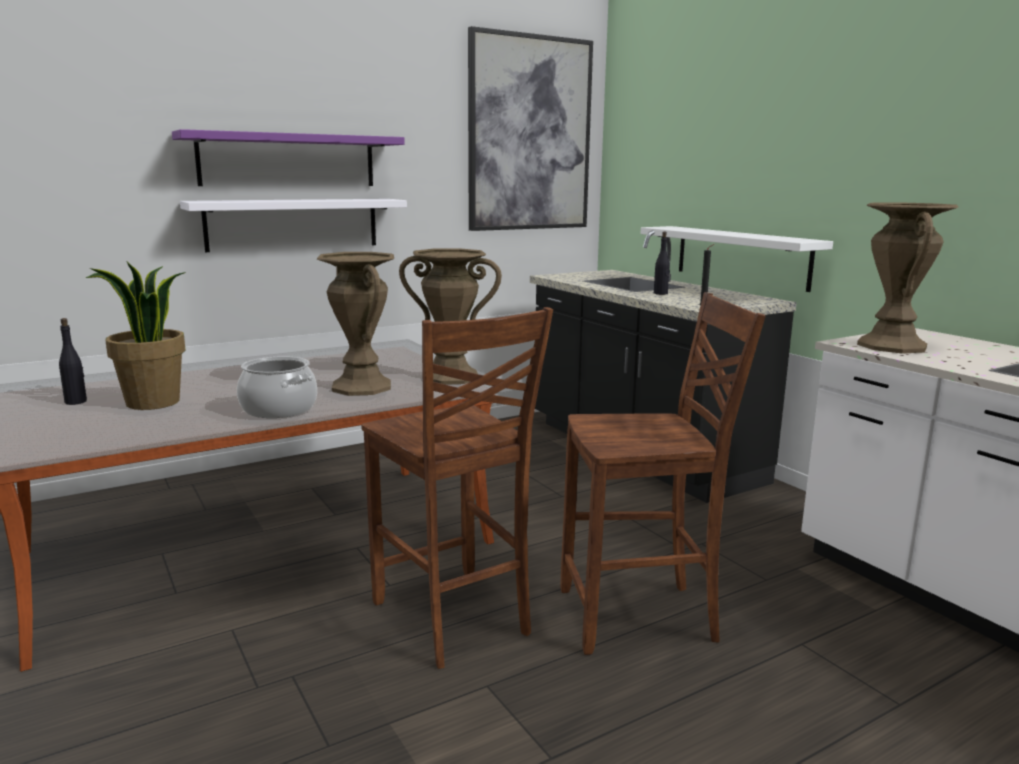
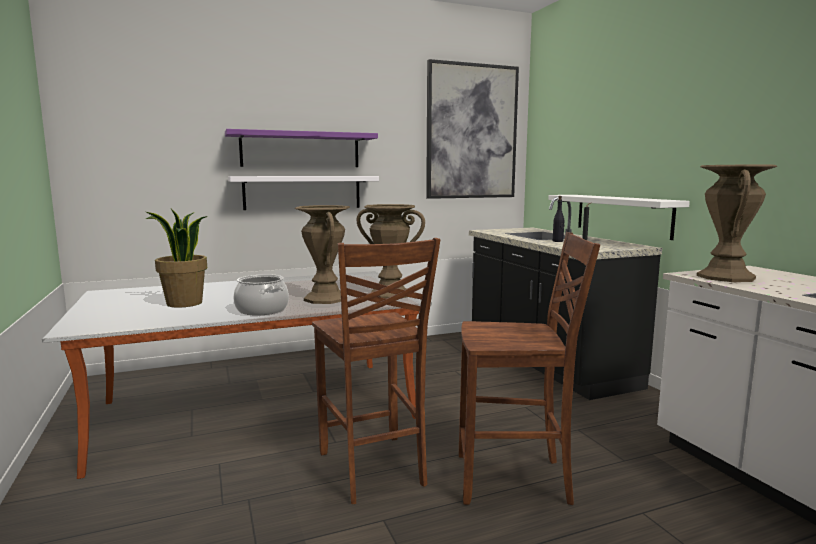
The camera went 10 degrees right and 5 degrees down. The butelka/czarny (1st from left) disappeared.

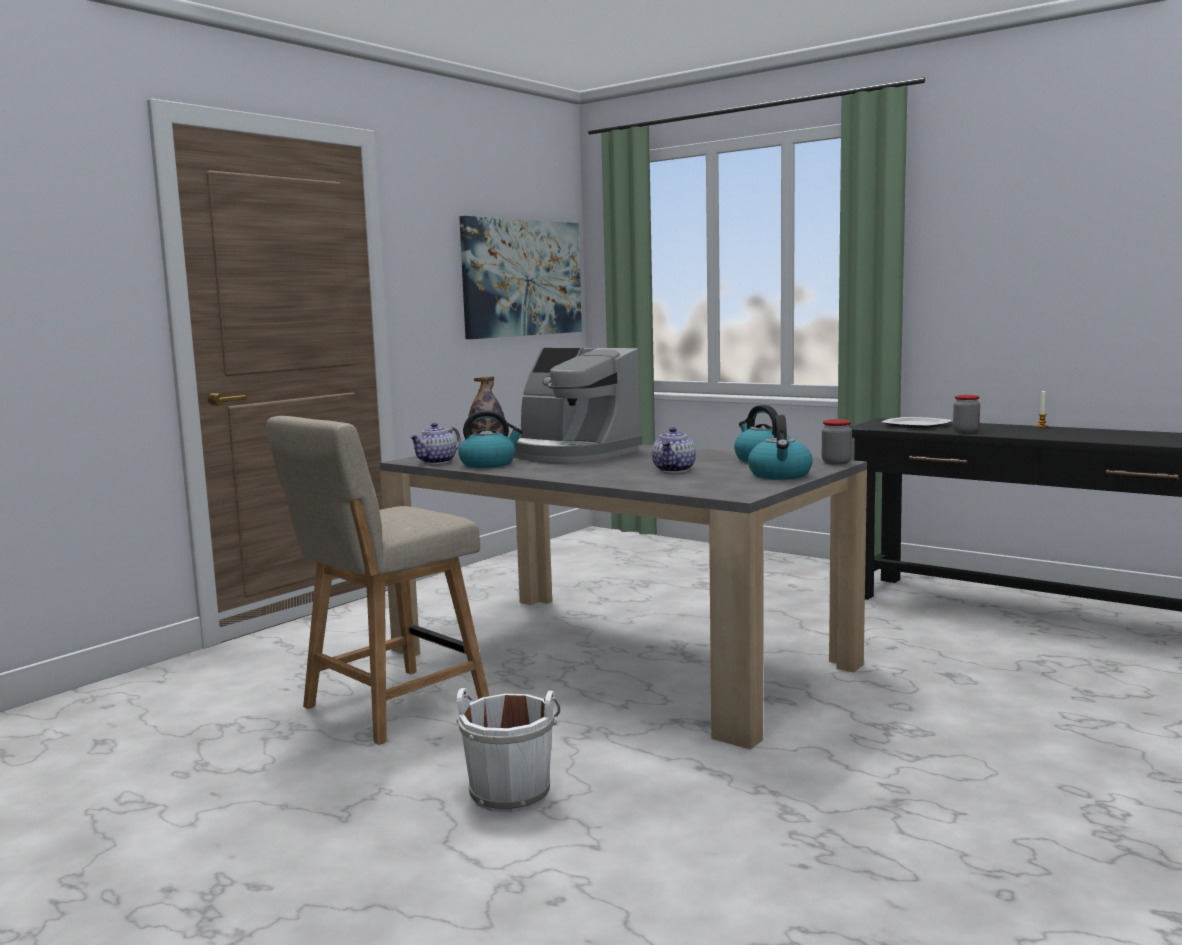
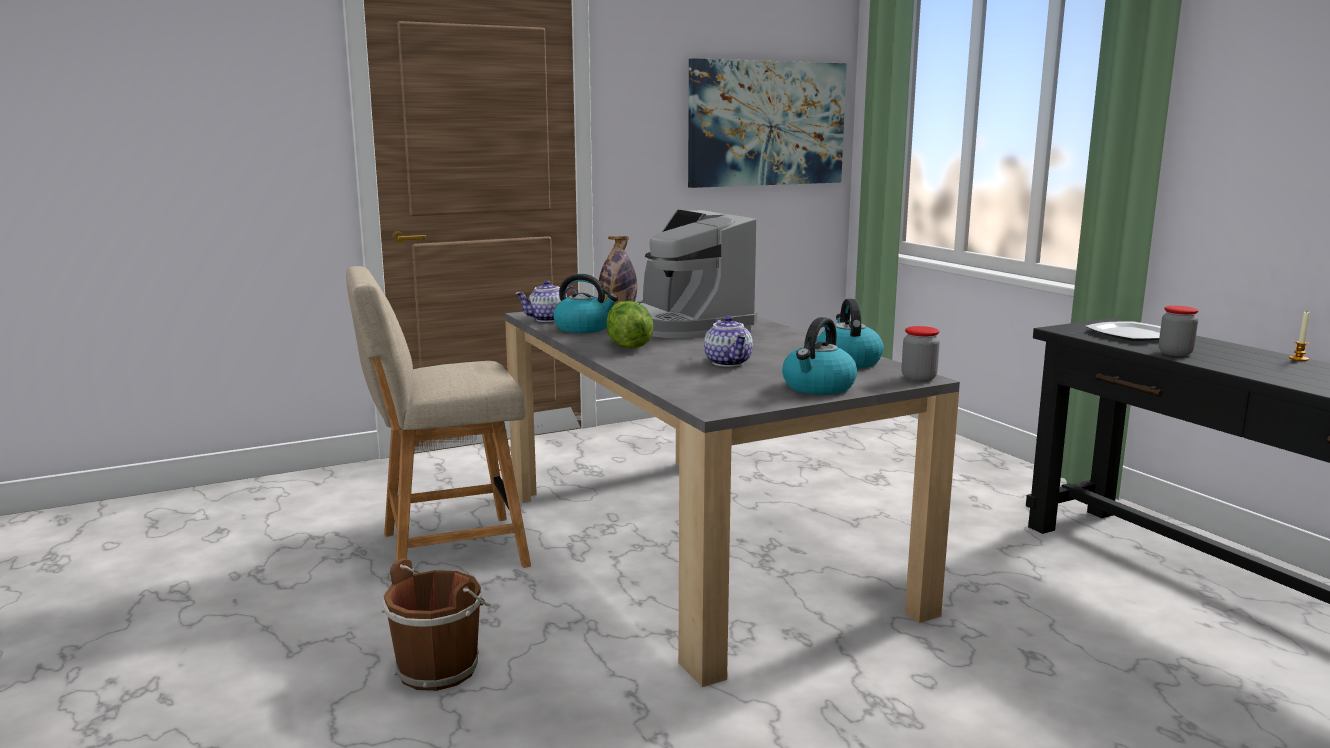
The camera went 25 degrees right and 5 degrees up. The imbryk (2nd from left) turned 60 degrees counterclockwise. The wiadro/biały became the wiadro/brązowy. The sałata appeared.

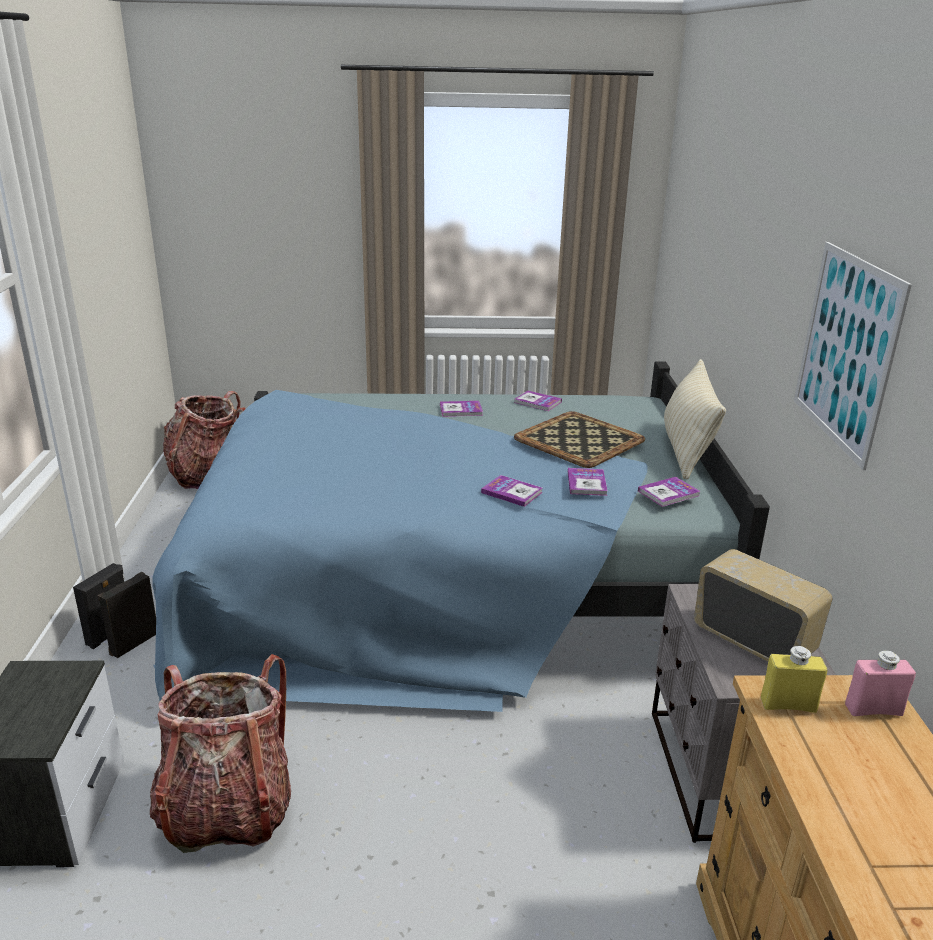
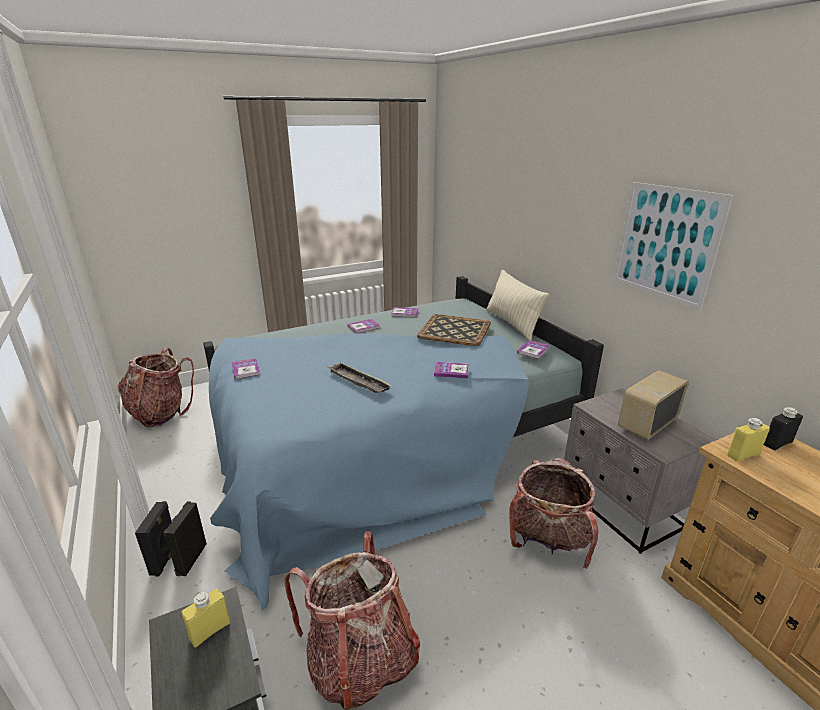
The camera went 25 degrees left and 0 degrees up. The książka (4th from left in the first image) moved. The radio turned 60 degrees counterclockwise. The butelka/różowy became the butelka/czarny. The taca (1st from left) appeared. The plecak (3rd from left) appeared. The butelka/żółty (1st from left) appeared.

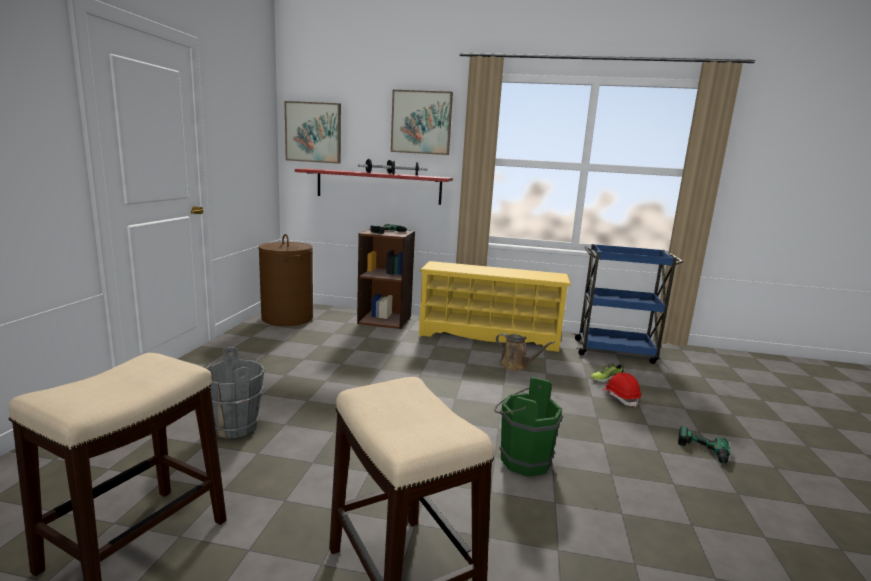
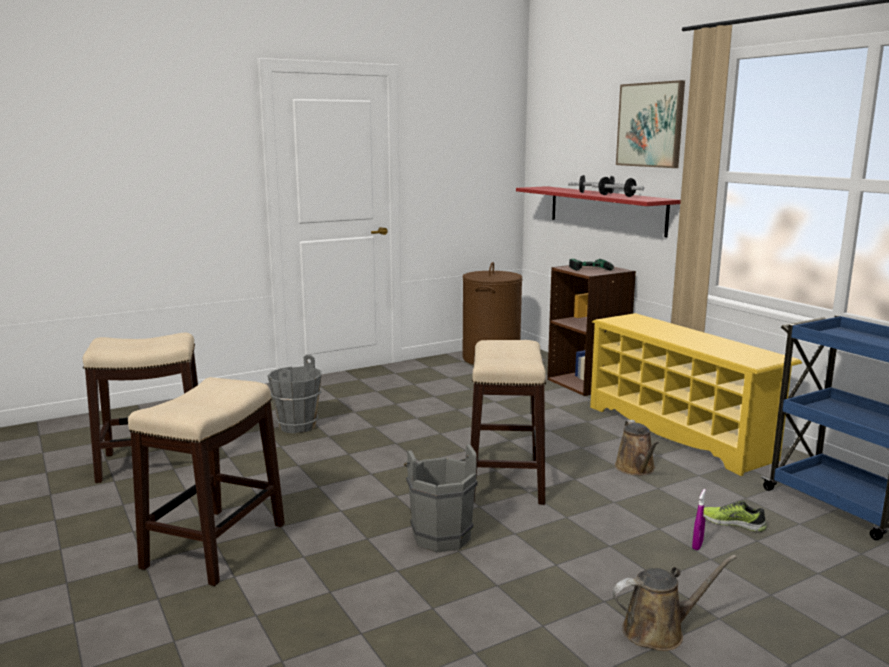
The camera went 50 degrees right and 0 degrees up. The obraz (1st from left) disappeared. The kask/czerwony was replaced by the spryskiwacz/fioletowy. The wiadro/zielony became the wiadro/szary (2nd from left). The wiertarka (2nd from left) was replaced by the konewka/brązowy (2nd from left). The stołek (3rd from left) appeared.

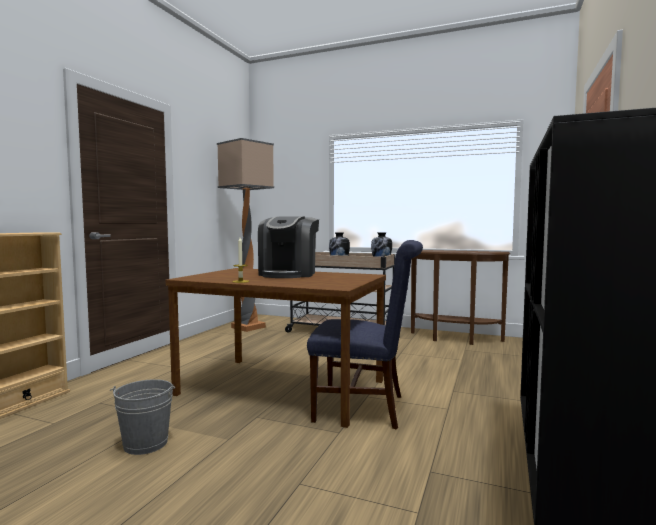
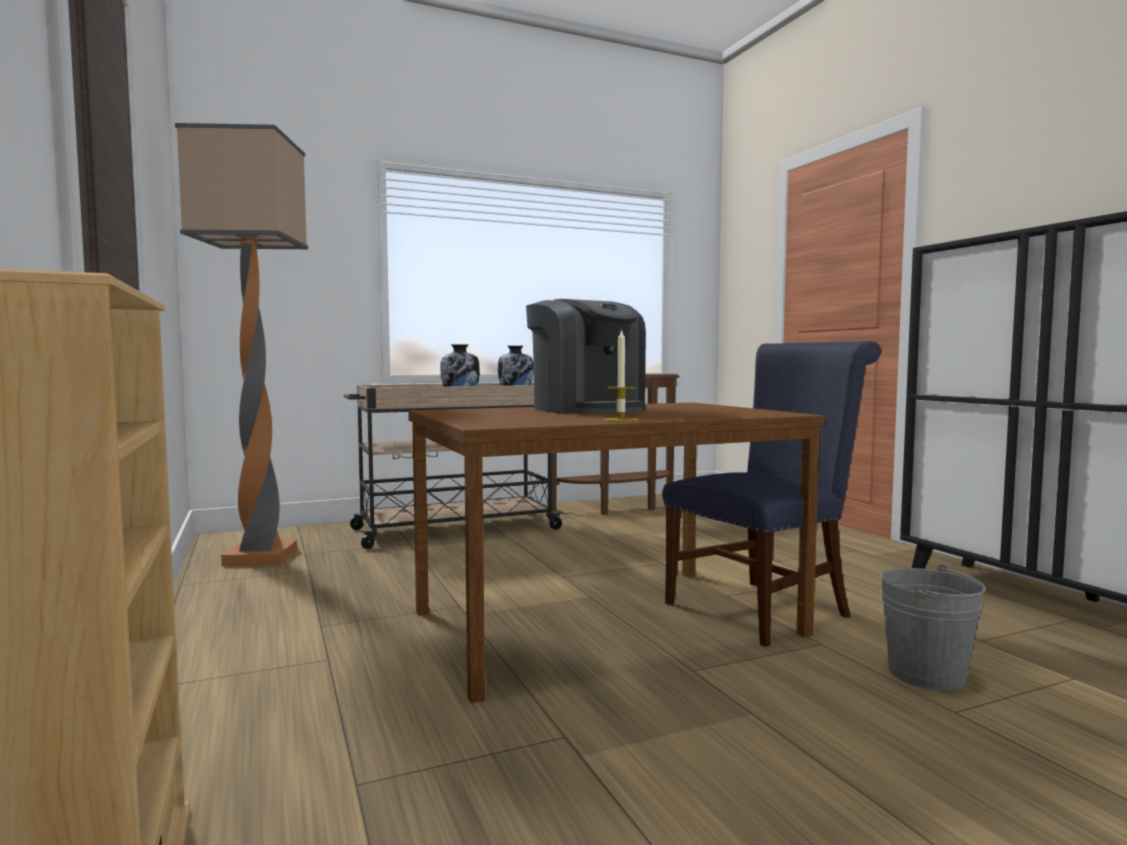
The camera went 45 degrees left and 0 degrees up. The wiadro/szary moved.

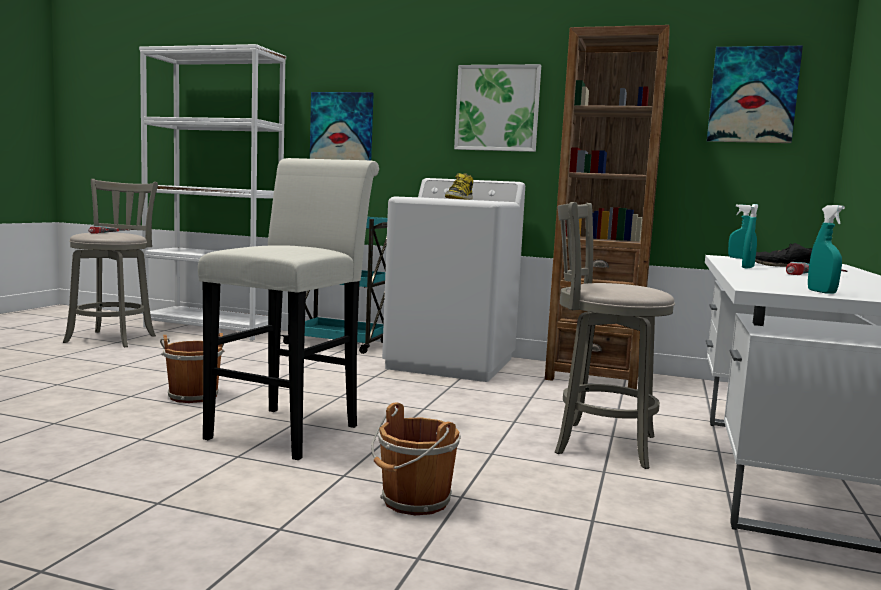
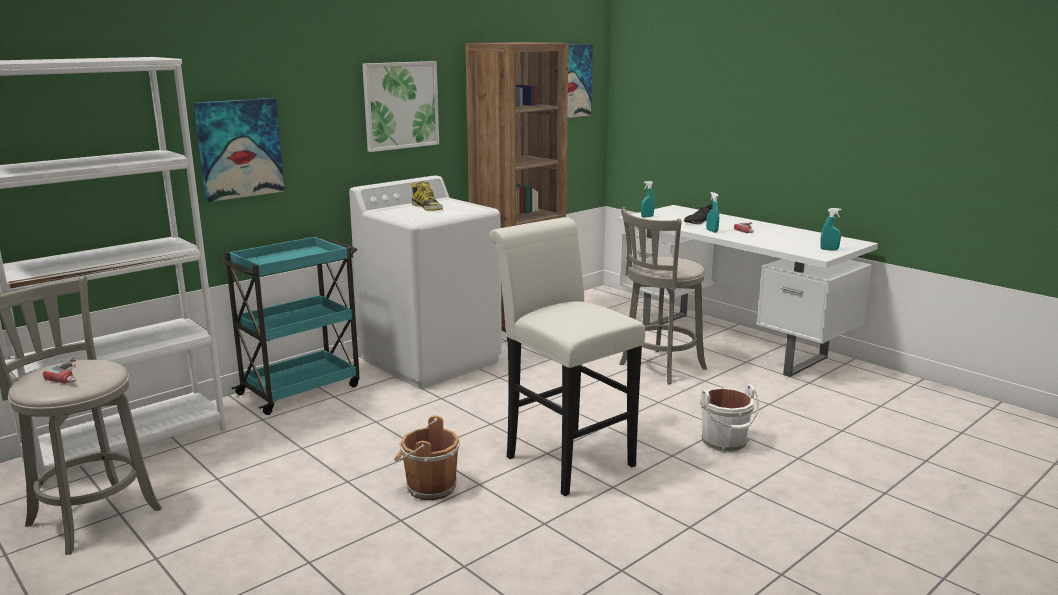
The camera went 60 degrees left and 10 degrees up. The wiadro/brązowy (2nd from left) became the wiadro/biały.

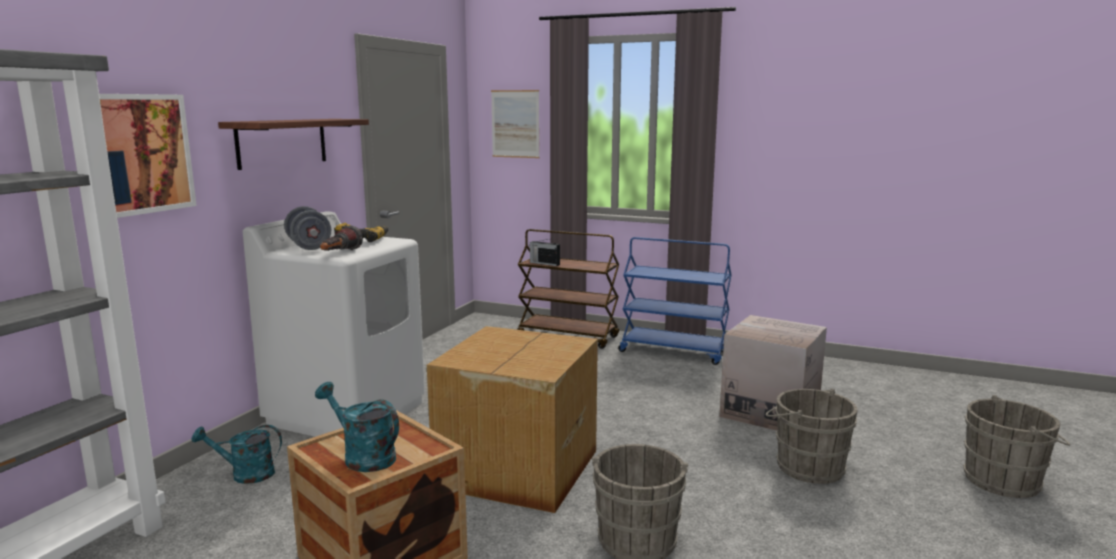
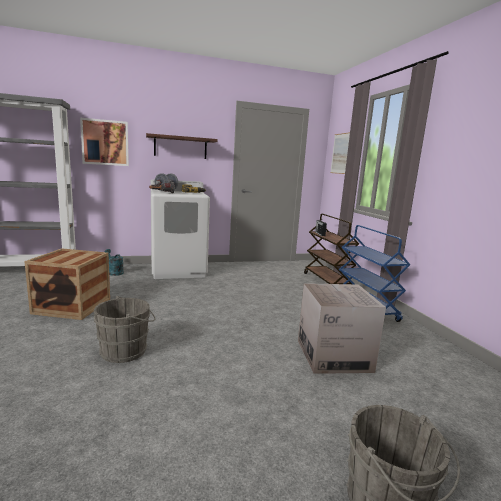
The camera went 50 degrees right and 0 degrees up. The karton (1st from left) disappeared. The konewka/turkusowy (2nd from left) disappeared. The wiadro/szary (2nd from left) disappeared.

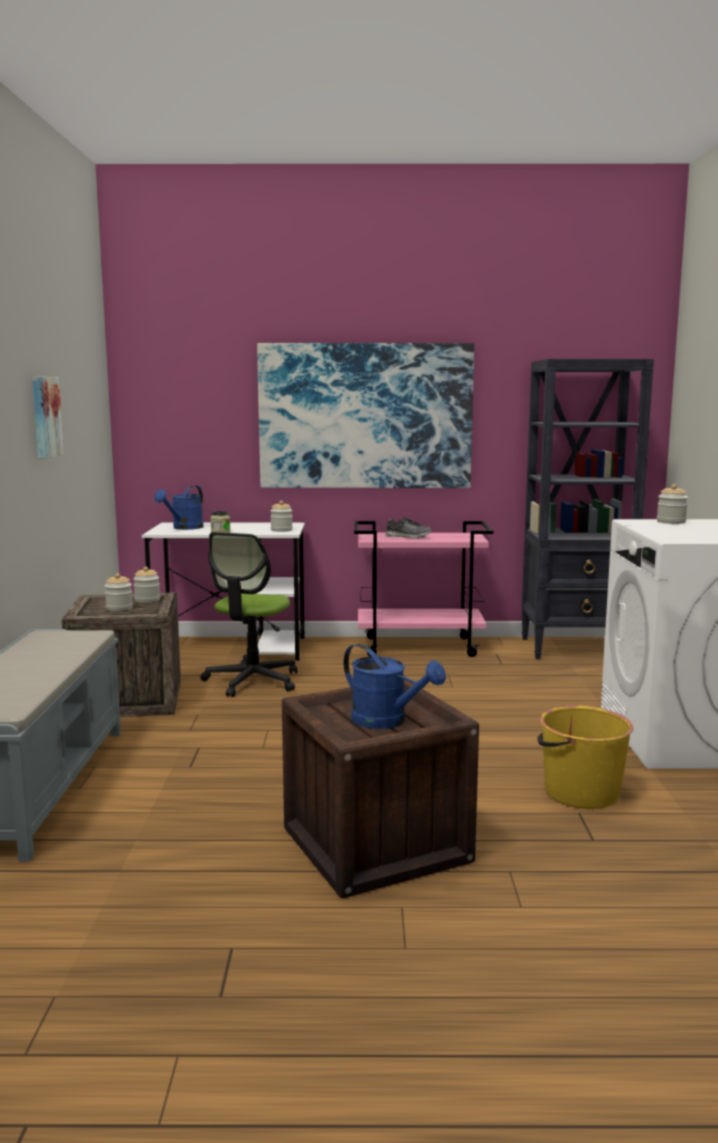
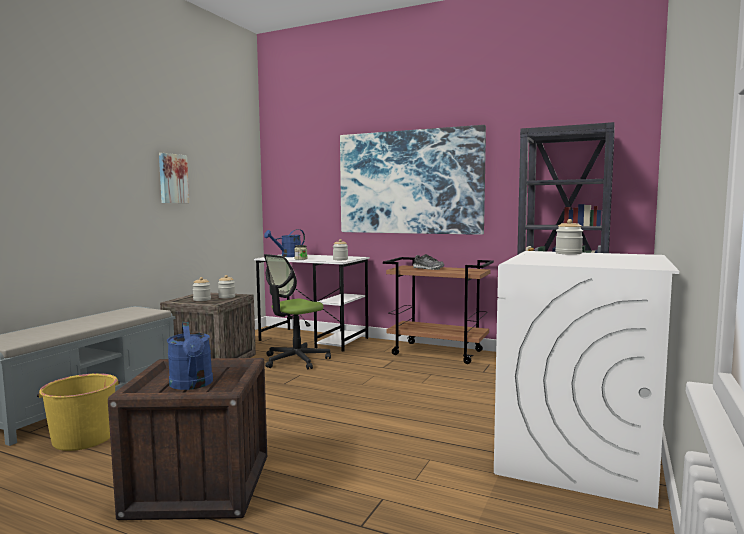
The camera went 25 degrees right and 5 degrees down. The wózek/różowy became the wózek/brązowy. The wiadro/żółty moved.

